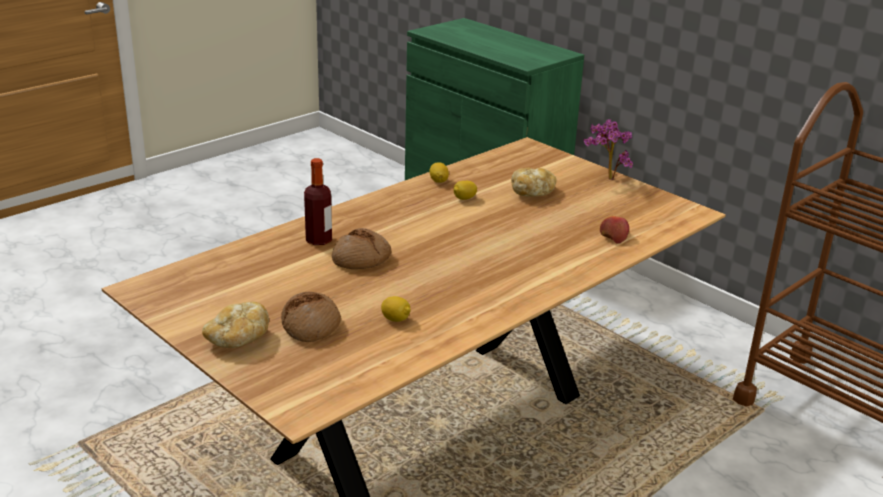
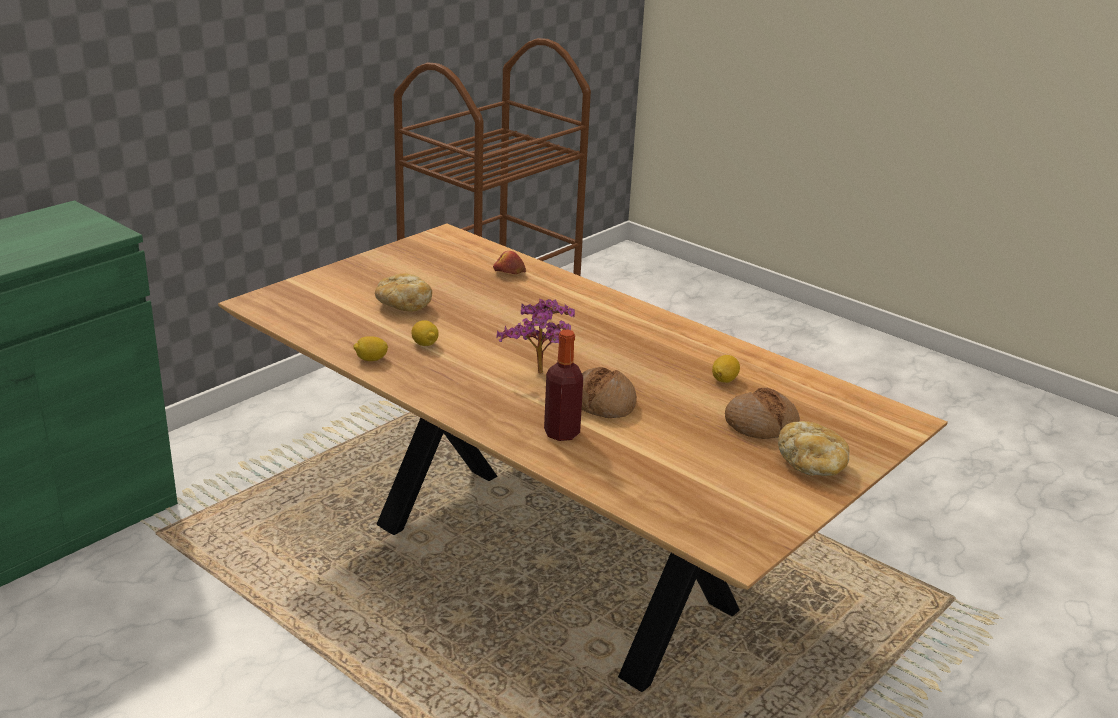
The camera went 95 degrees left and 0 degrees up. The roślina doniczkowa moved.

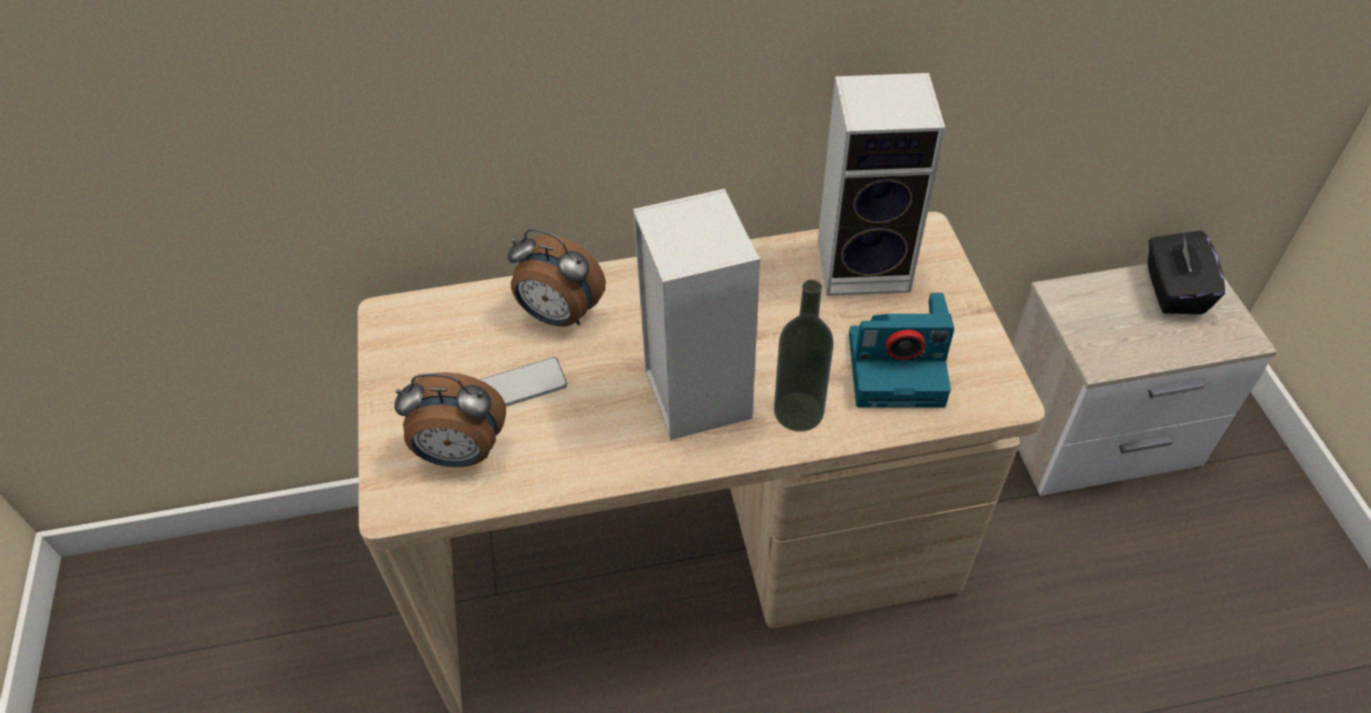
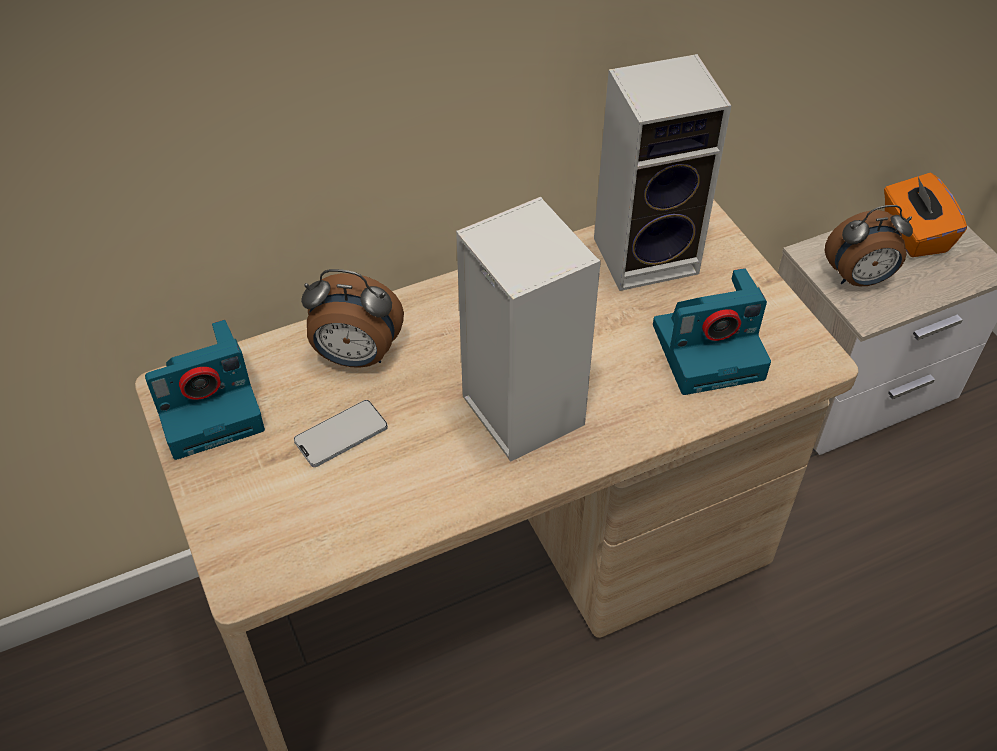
The camera went 15 degrees left and 0 degrees up. The pudełko chusteczek/czarny became the pudełko chusteczek/pomarańczowy. The butelka disappeared. The budzik (1st from left in the first image) moved. The aparat fotograficzny (1st from left) appeared.

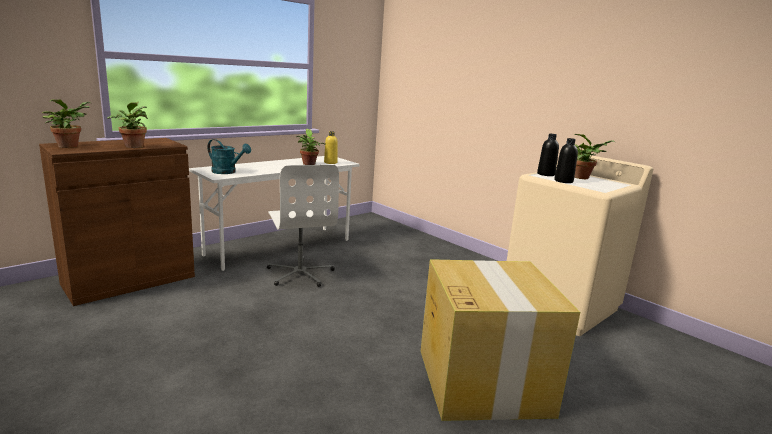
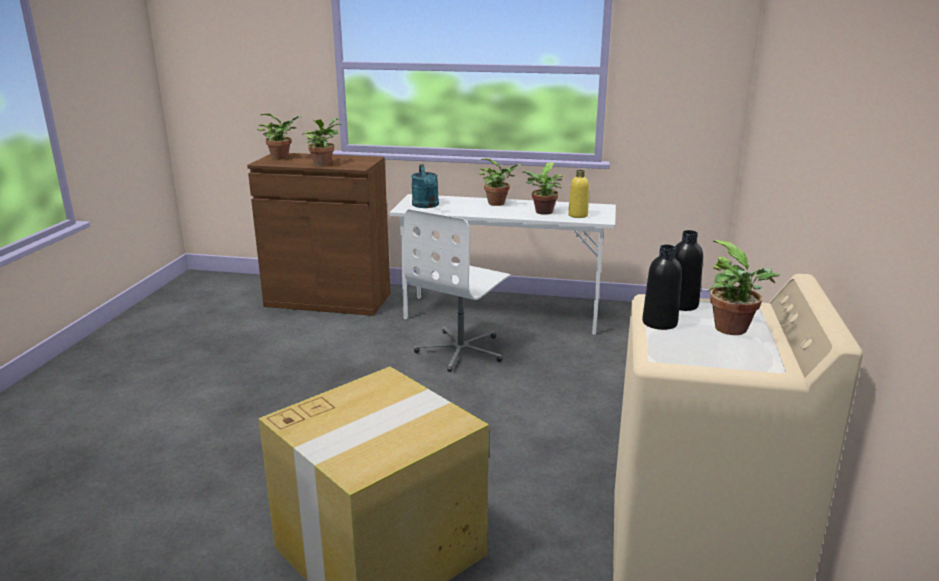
The camera went 55 degrees right and 5 degrees up. The roślina doniczkowa (3rd from left) appeared.

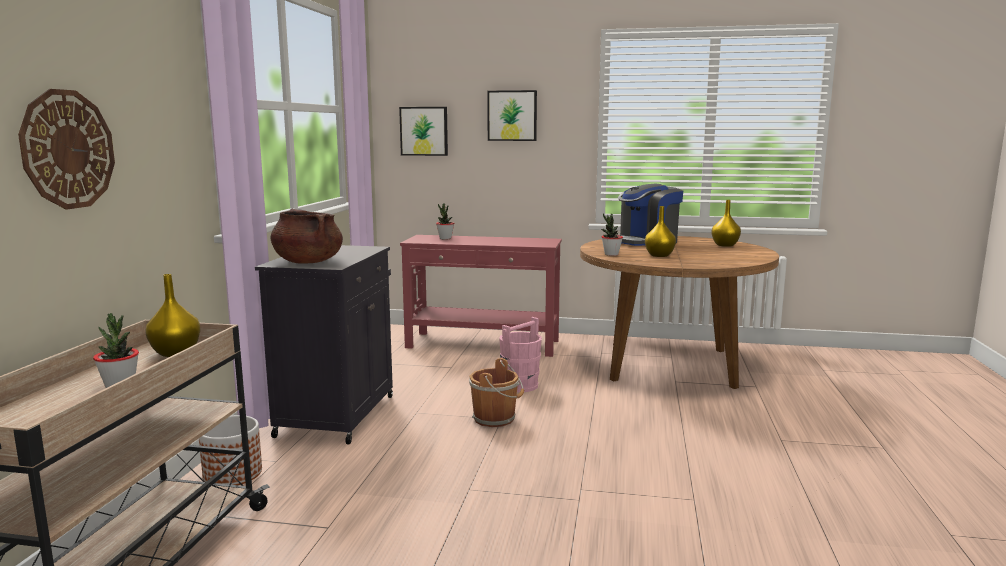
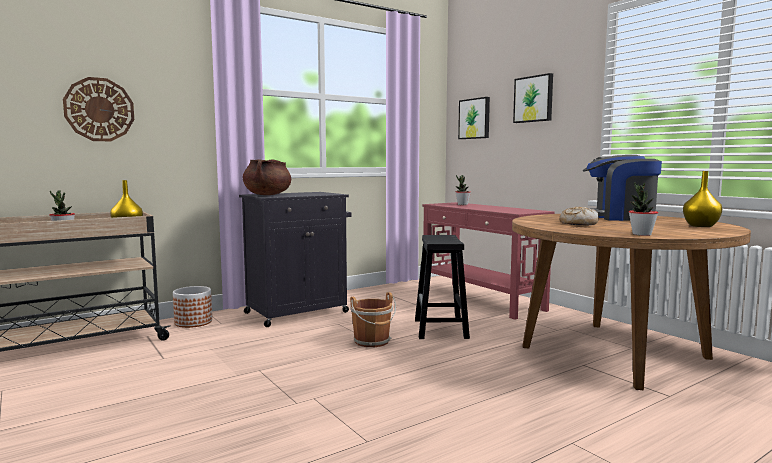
The camera went 45 degrees right and 5 degrees down. The wazon/żółty (2nd from left) was replaced by the chleb. The roślina doniczkowa (3rd from left) moved. The wiadro/różowy was replaced by the stołek/czarny.

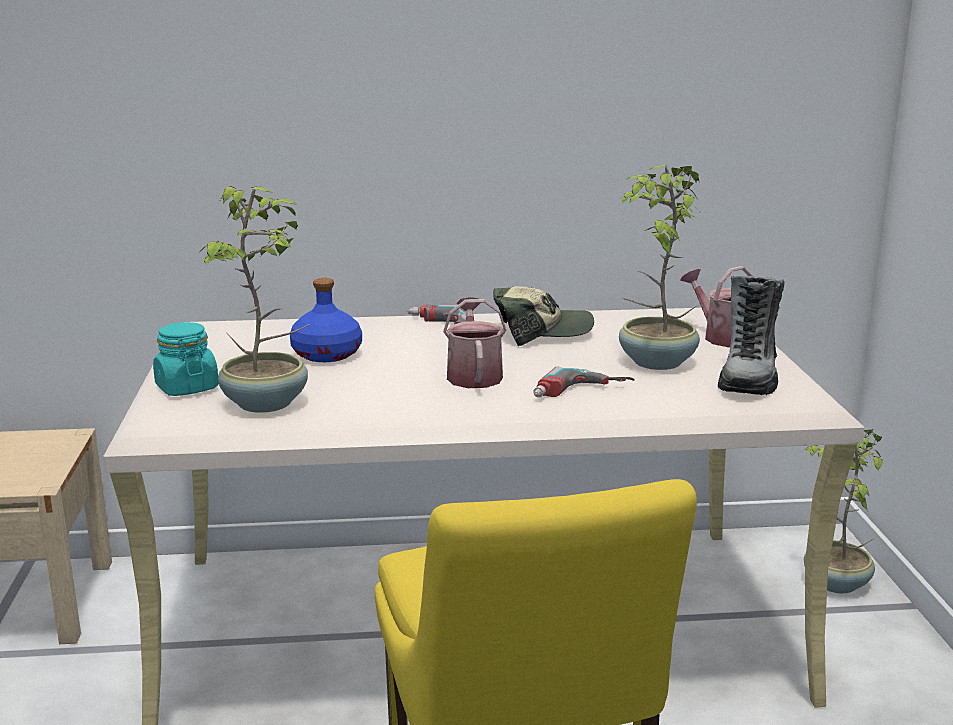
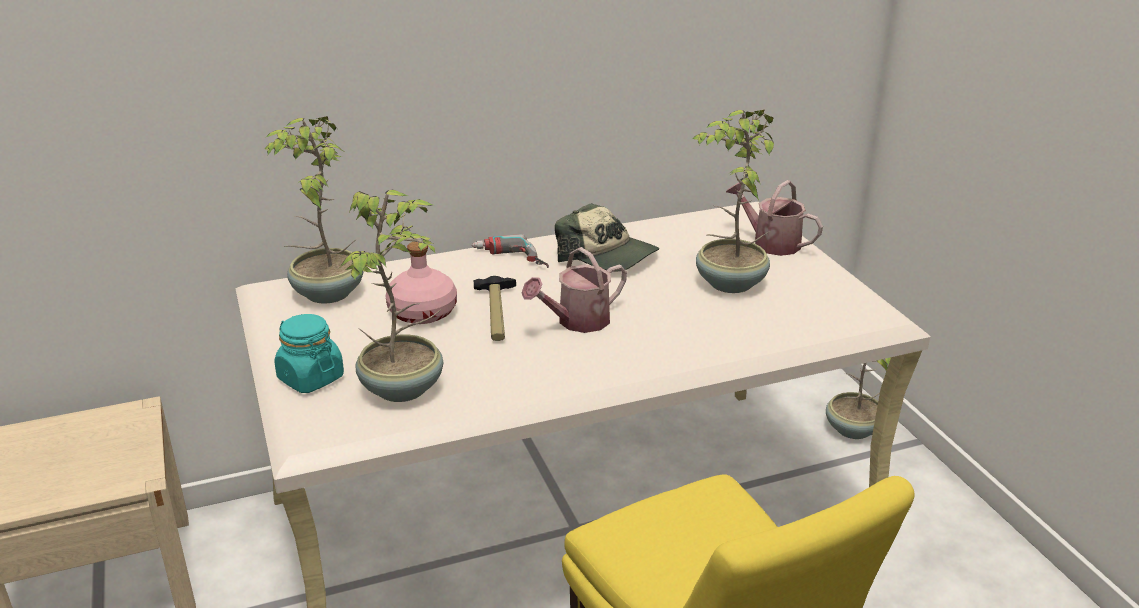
The camera went 15 degrees left and 10 degrees up. The but z cholewką disappeared. The butelka/niebieski became the butelka/różowy. The czapka z daszkiem turned 60 degrees clockwise. The konewka (1st from left) turned 105 degrees counterclockwise. The wiertarka (2nd from left) disappeared. The roślina doniczkowa (1st from left) appeared. The młotek appeared.

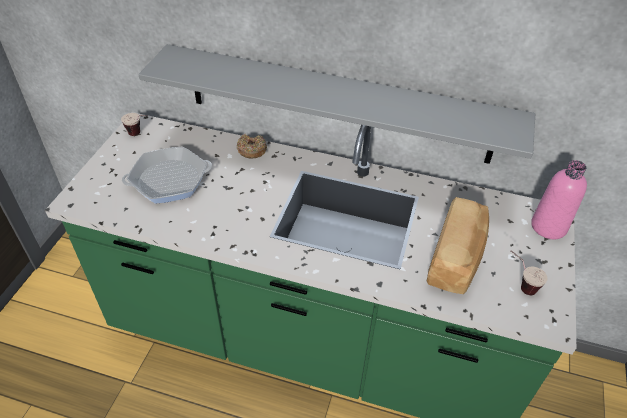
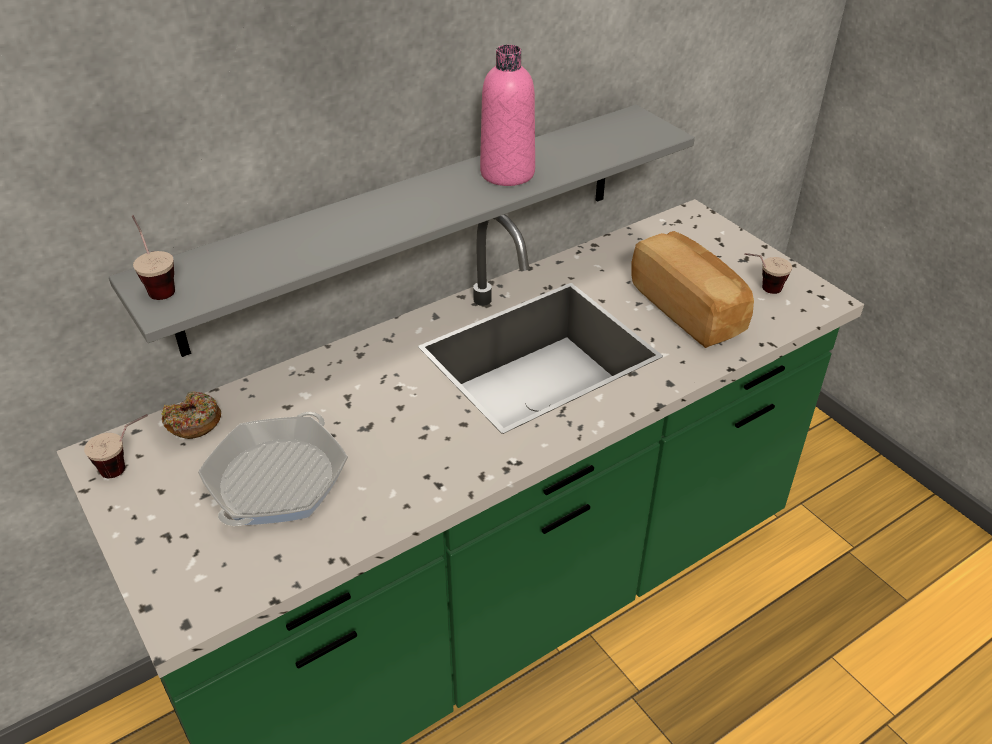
The camera went 50 degrees left and 5 degrees down. The donut moved. The butelka/różowy moved. The filiżanka (2nd from left) appeared.

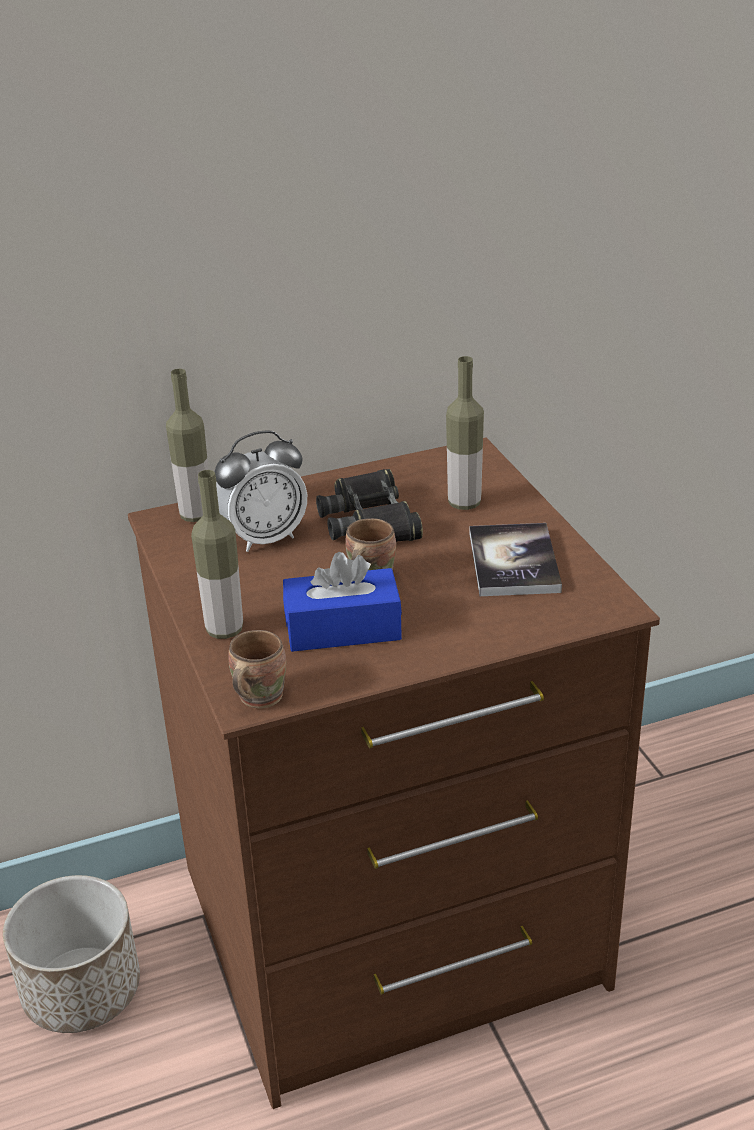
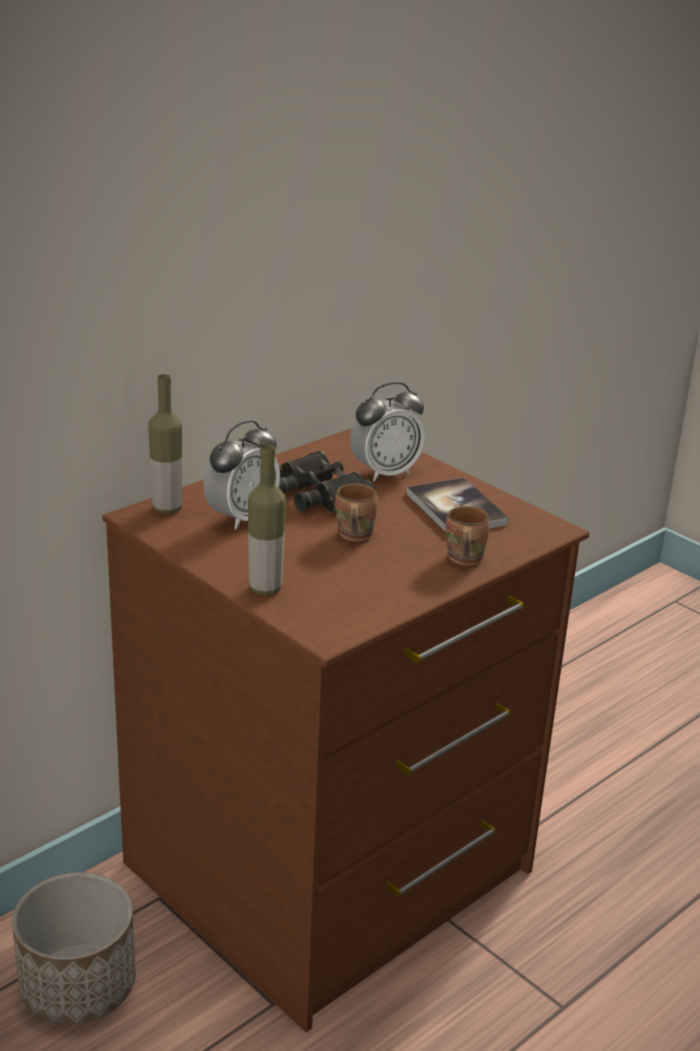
The camera went 25 degrees left and 5 degrees down. The butelka (3rd from left) was replaced by the budzik (2nd from left). The pudełko chusteczek/niebieski disappeared. The kubek/brązowy (1st from left in the first image) moved.

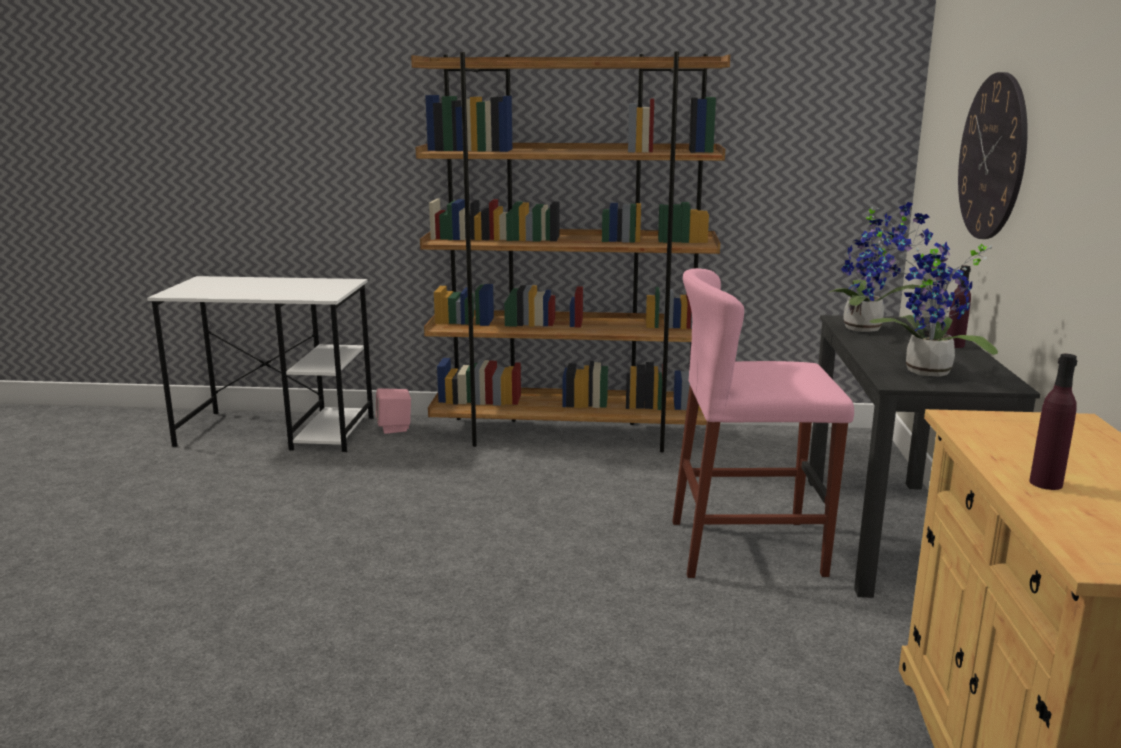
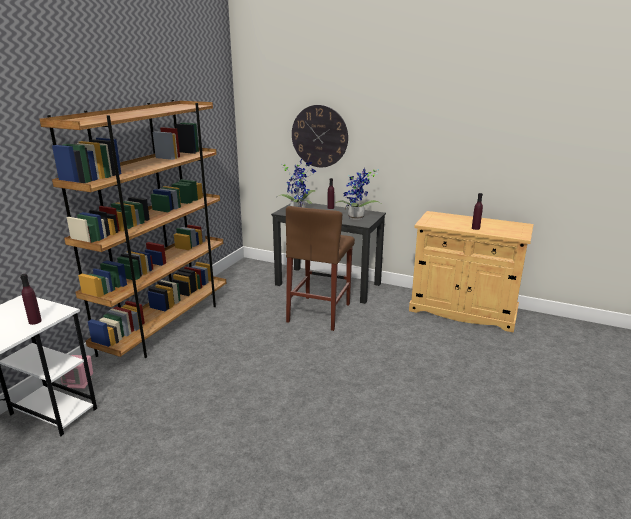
The camera went 70 degrees left and 5 degrees up. The stołek/różowy became the stołek/brązowy. The butelka/fioletowy (1st from left) appeared.

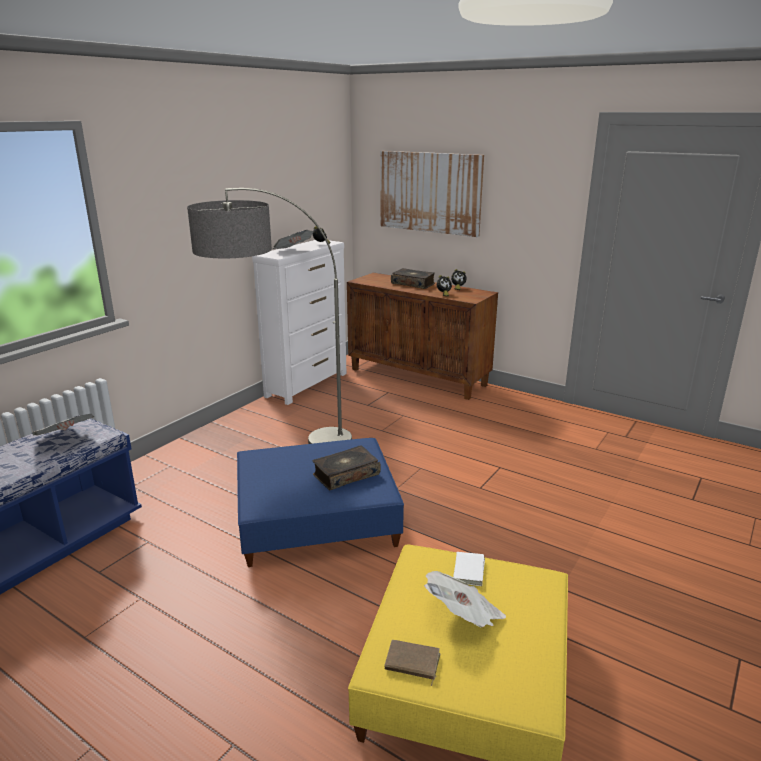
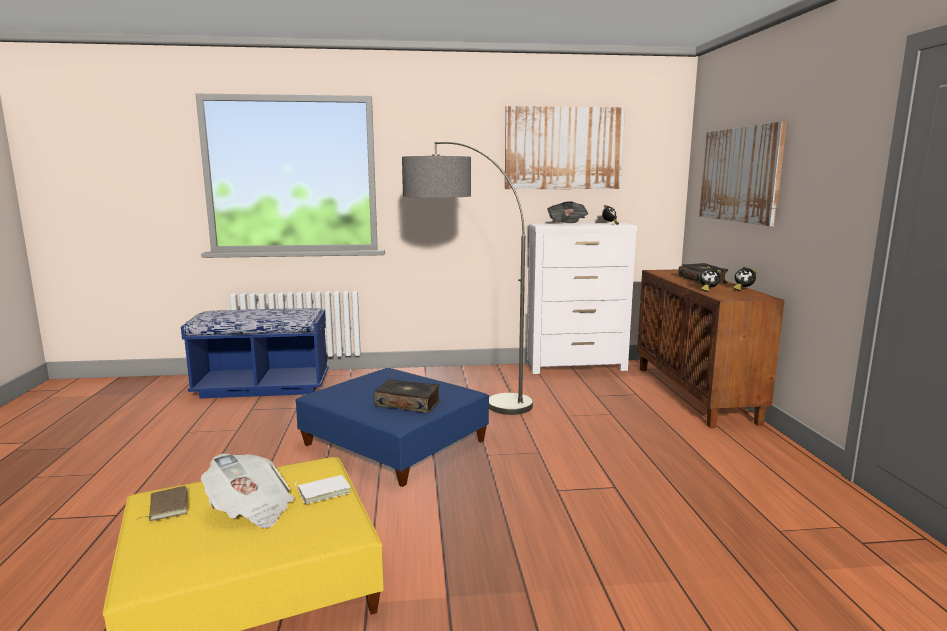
The camera went 50 degrees right and 10 degrees down. The gazeta (1st from left) disappeared. The obraz (1st from left) appeared.

